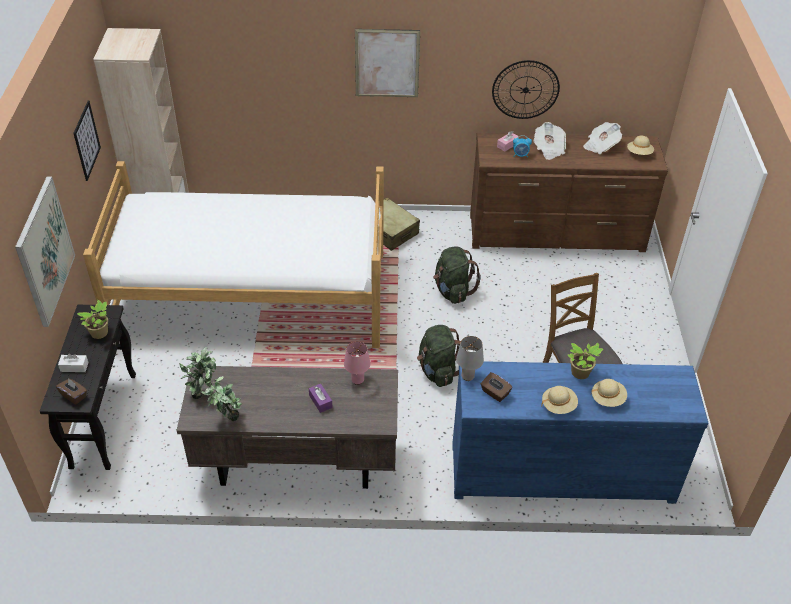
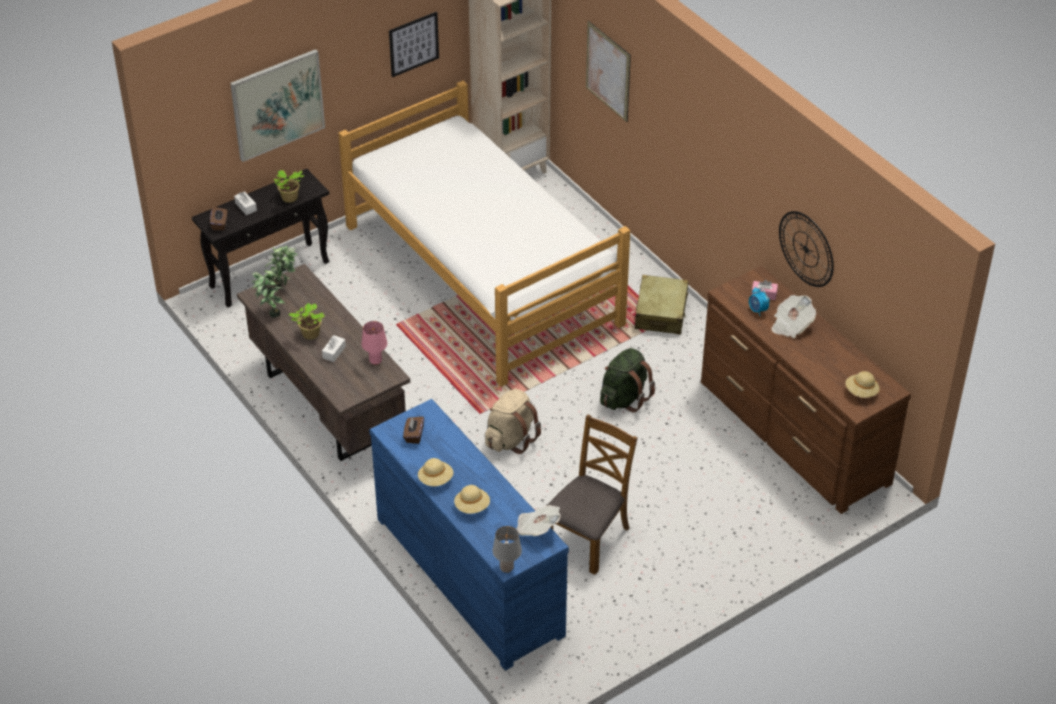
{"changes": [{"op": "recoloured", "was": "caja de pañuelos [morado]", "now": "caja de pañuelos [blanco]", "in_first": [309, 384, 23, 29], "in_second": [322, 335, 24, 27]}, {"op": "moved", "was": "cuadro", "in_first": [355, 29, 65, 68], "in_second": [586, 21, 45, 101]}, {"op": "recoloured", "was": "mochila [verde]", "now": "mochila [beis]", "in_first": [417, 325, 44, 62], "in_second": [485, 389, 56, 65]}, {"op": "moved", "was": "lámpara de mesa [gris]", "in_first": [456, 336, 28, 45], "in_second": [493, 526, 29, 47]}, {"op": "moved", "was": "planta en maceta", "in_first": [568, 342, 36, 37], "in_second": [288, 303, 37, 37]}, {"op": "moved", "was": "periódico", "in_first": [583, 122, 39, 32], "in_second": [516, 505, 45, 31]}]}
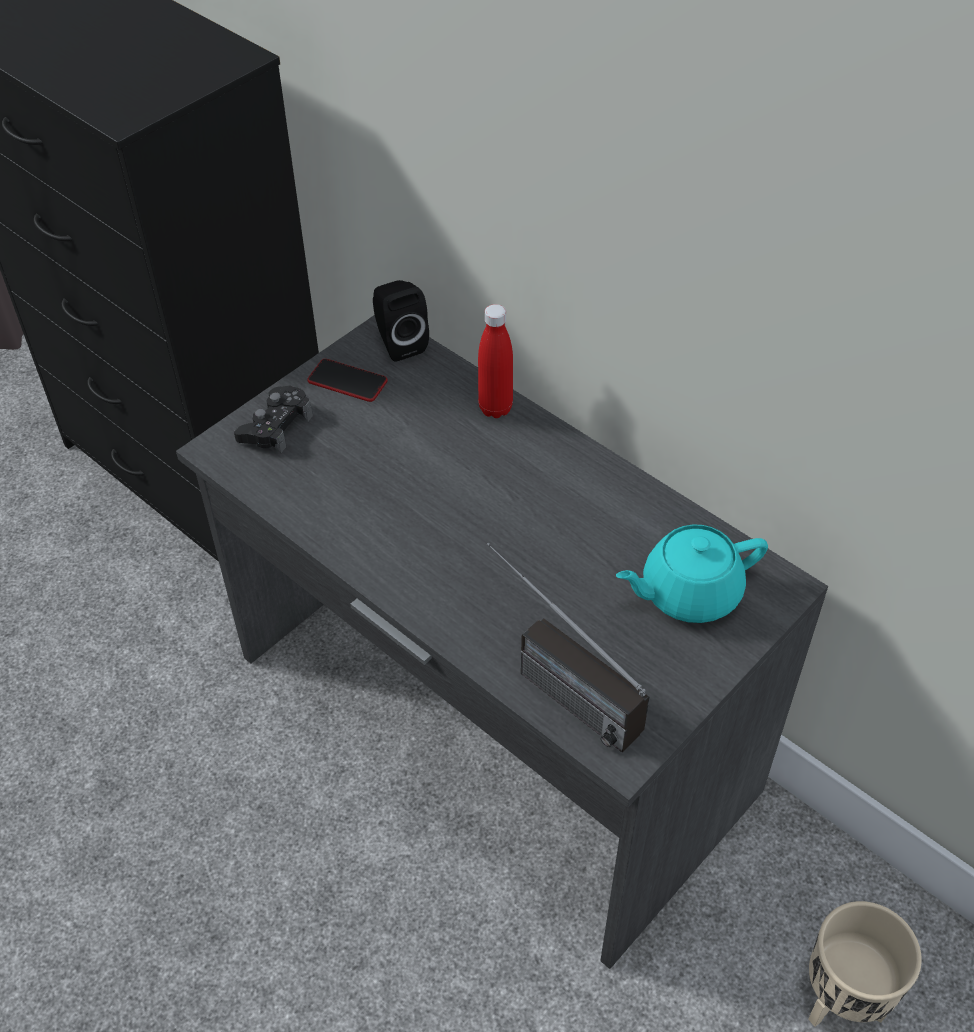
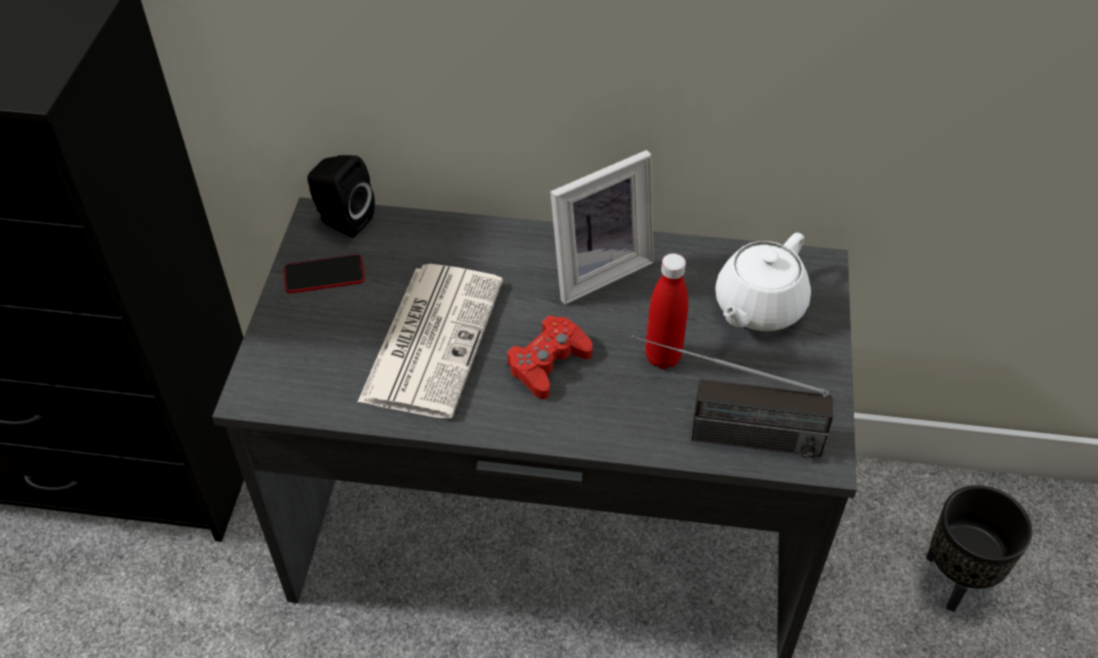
{"changes": [{"op": "removed", "was": "mando de consola [negro]", "in_first": [234, 386, 79, 67]}, {"op": "moved", "was": "botella [rojo]", "in_first": [478, 304, 35, 114], "in_second": [645, 253, 43, 116]}, {"op": "recoloured", "was": "tetera [turquesa]", "now": "tetera [blanco]", "in_first": [616, 524, 152, 99], "in_second": [715, 233, 96, 98]}, {"op": "recoloured", "was": "maceta [beis]", "now": "maceta [negro]", "in_first": [808, 901, 114, 126], "in_second": [926, 485, 106, 127]}, {"op": "added", "now": "periódico", "in_second": [358, 264, 145, 155]}, {"op": "added", "now": "mando de consola [rojo]", "in_second": [506, 315, 87, 84]}, {"op": "added", "now": "portarretratos", "in_second": [550, 150, 104, 154]}]}
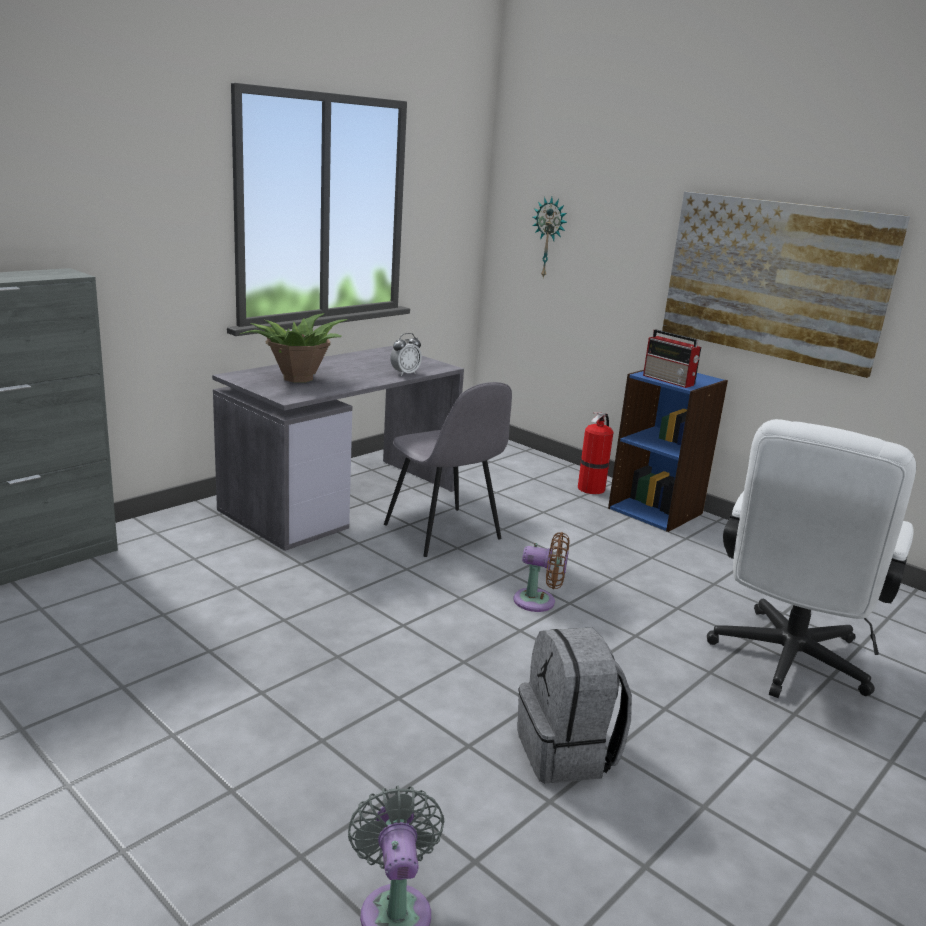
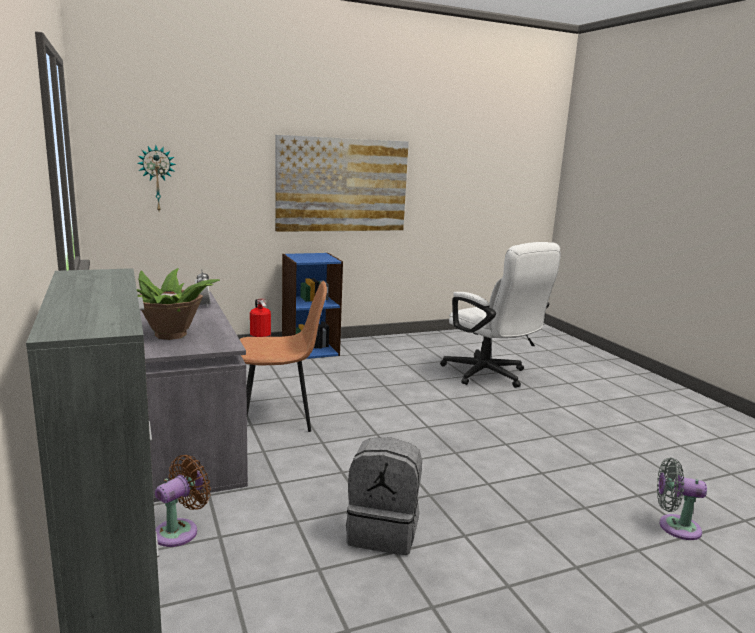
{"changes": [{"op": "recoloured", "was": "silla [gris]", "now": "silla [marrón]", "in_first": [384, 382, 128, 175], "in_second": [240, 281, 87, 151]}, {"op": "moved", "was": "ventilador [marrón]", "in_first": [513, 532, 56, 80], "in_second": [155, 455, 56, 92]}, {"op": "moved", "was": "mochila [gris]", "in_first": [517, 627, 115, 157], "in_second": [346, 438, 76, 117]}, {"op": "removed", "was": "radio", "in_first": [643, 329, 58, 59]}]}
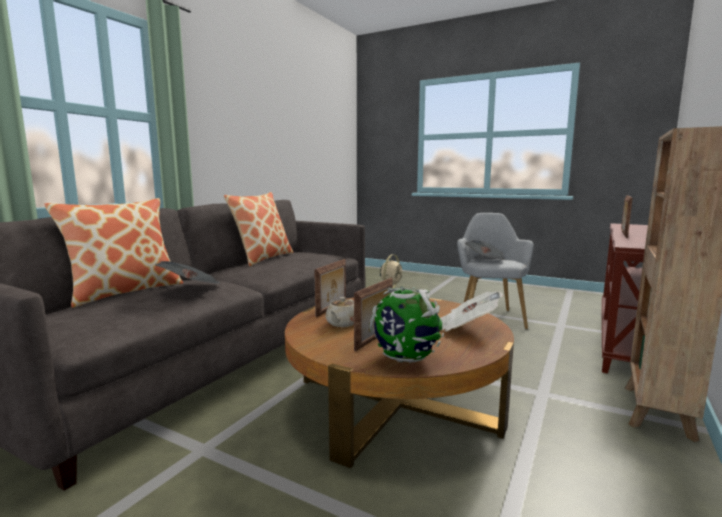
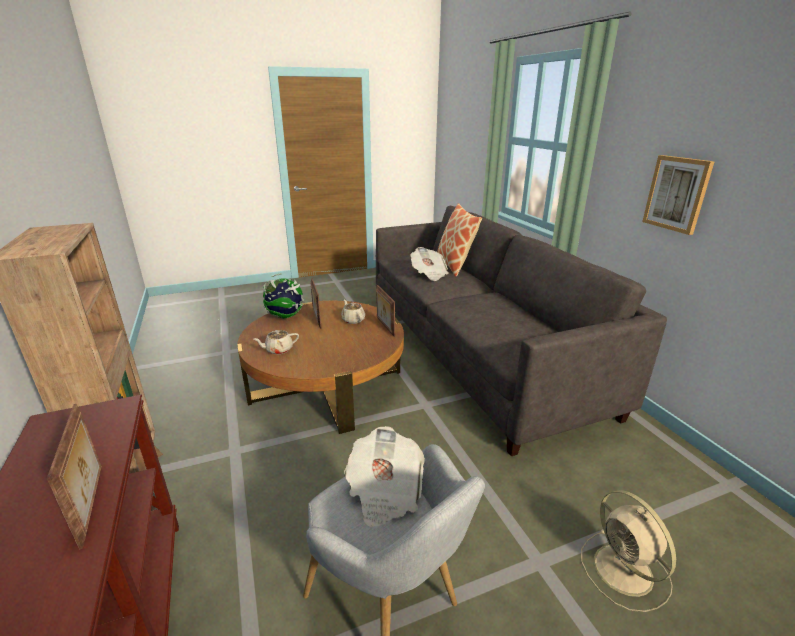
{"changes": [{"op": "removed", "was": "cojín", "in_first": [224, 192, 69, 74]}, {"op": "replaced", "was": "periódico", "now": "tetera [beis]", "in_first": [440, 291, 64, 41], "in_second": [253, 330, 46, 24]}, {"op": "added", "now": "cuadro", "in_second": [642, 155, 73, 80]}]}
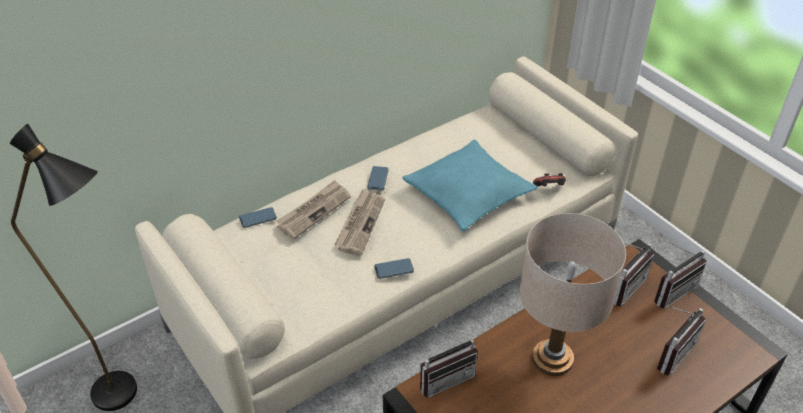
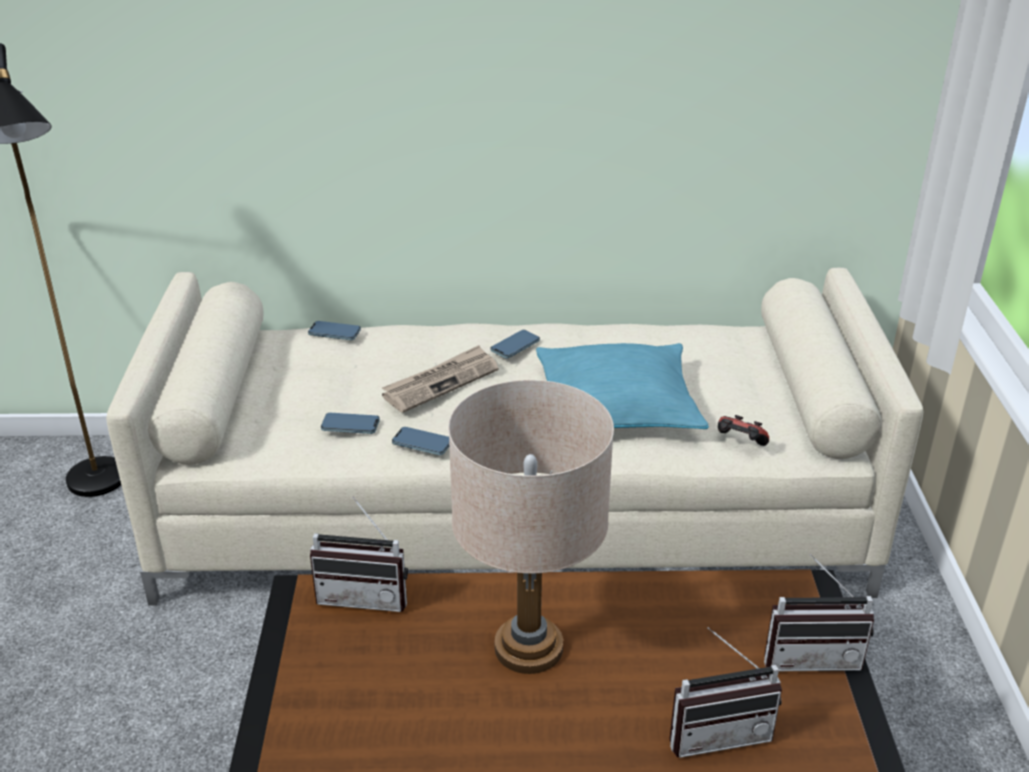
{"changes": [{"op": "removed", "was": "periódico", "in_first": [276, 180, 75, 59]}, {"op": "removed", "was": "radio", "in_first": [613, 243, 41, 64]}, {"op": "added", "now": "móvil", "in_second": [321, 413, 59, 21]}]}
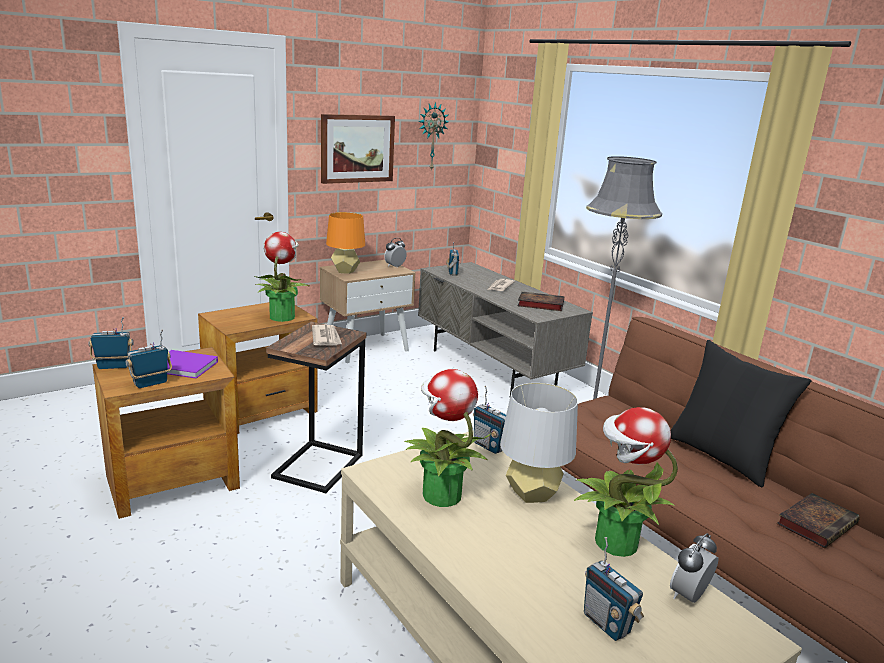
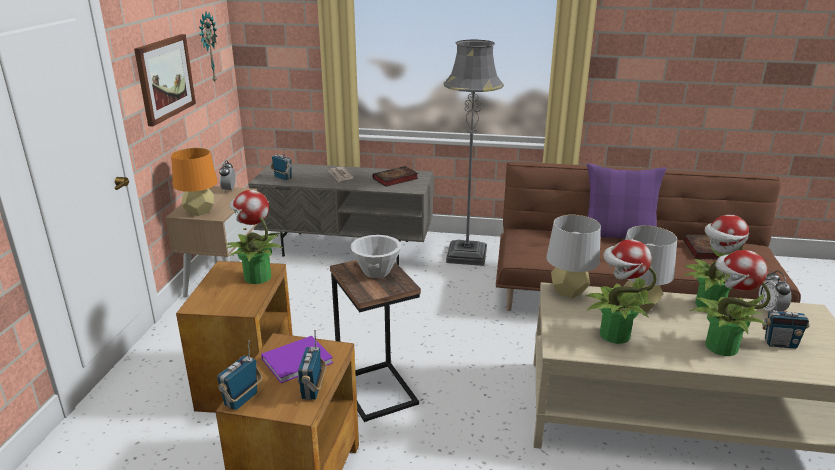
{"changes": [{"op": "replaced", "was": "periódico", "now": "cuenco [blanco]", "in_first": [312, 325, 30, 20], "in_second": [351, 235, 50, 43]}, {"op": "replaced", "was": "radio", "now": "lámpara de mesa [gris]", "in_first": [473, 386, 33, 68], "in_second": [546, 215, 55, 83]}, {"op": "recoloured", "was": "cojín [negro]", "now": "cojín [morado]", "in_first": [670, 340, 141, 147], "in_second": [587, 163, 79, 76]}, {"op": "added", "now": "planta en maceta", "in_second": [690, 250, 81, 106]}]}
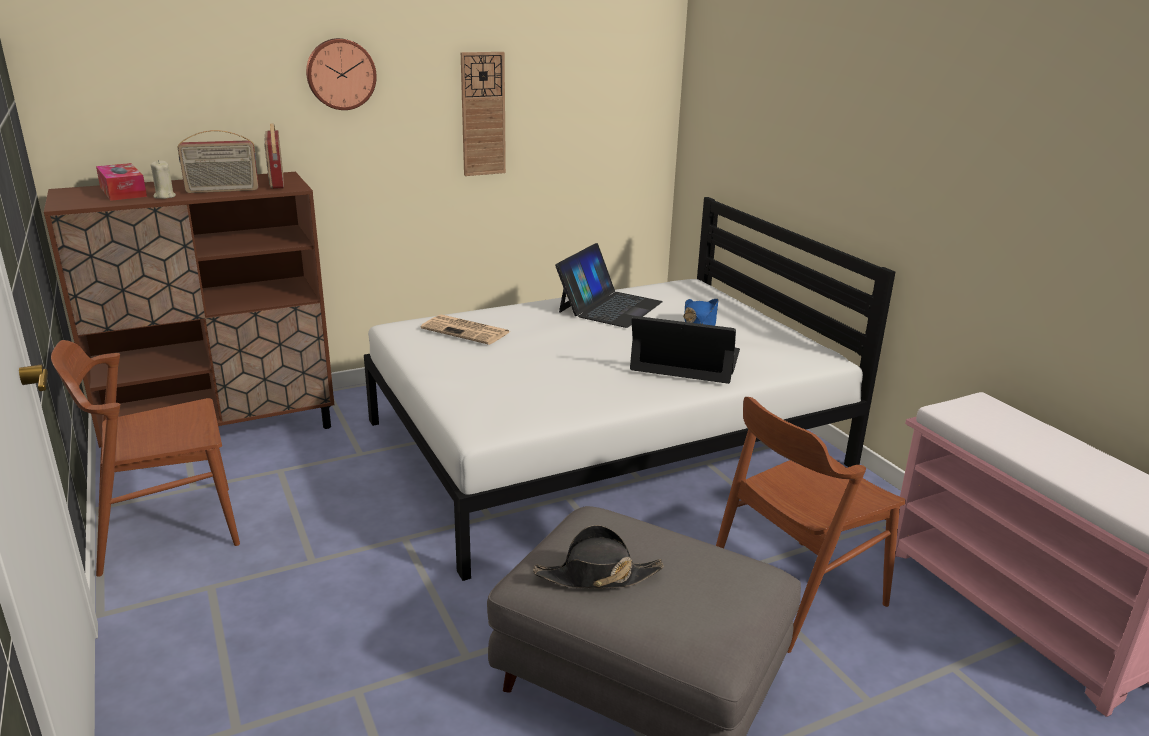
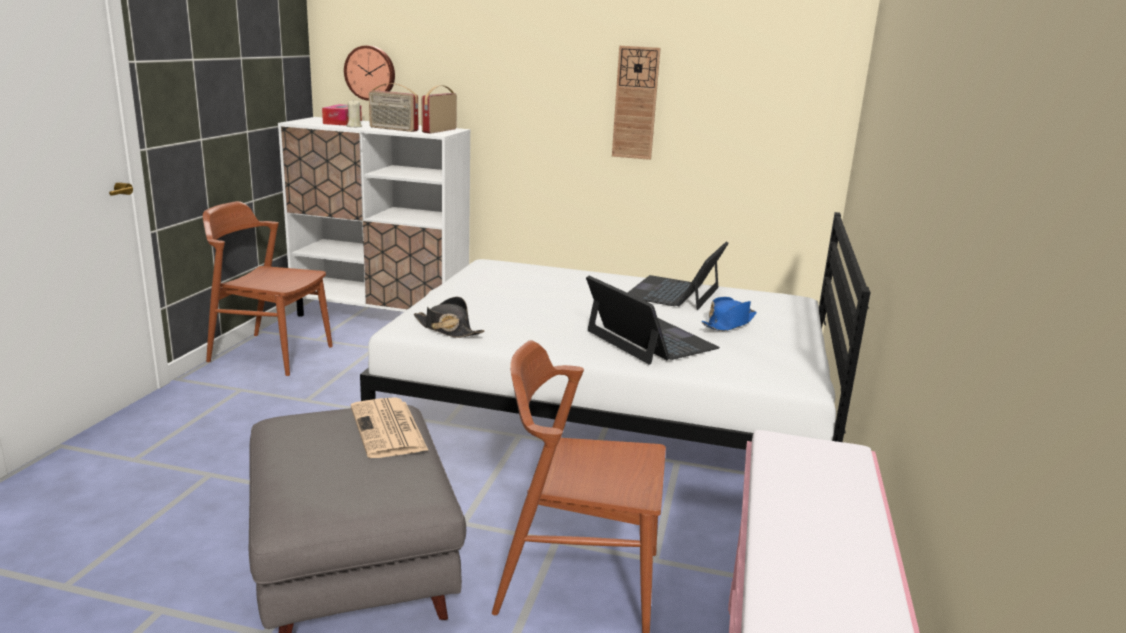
{"changes": [{"op": "recoloured", "was": "armario [marrón]", "now": "armario [blanco]", "in_first": [44, 172, 290, 276], "in_second": [278, 117, 192, 200]}, {"op": "moved", "was": "reloj de pared", "in_first": [306, 38, 71, 72], "in_second": [344, 46, 51, 55]}, {"op": "moved", "was": "periódico", "in_first": [421, 314, 88, 31], "in_second": [351, 397, 78, 61]}, {"op": "moved", "was": "sombrero [negro]", "in_first": [533, 525, 131, 63], "in_second": [414, 297, 70, 41]}, {"op": "turned", "was": "portátil", "in_first": [555, 243, 108, 85], "in_second": [627, 241, 102, 69], "clockwise": 135}]}
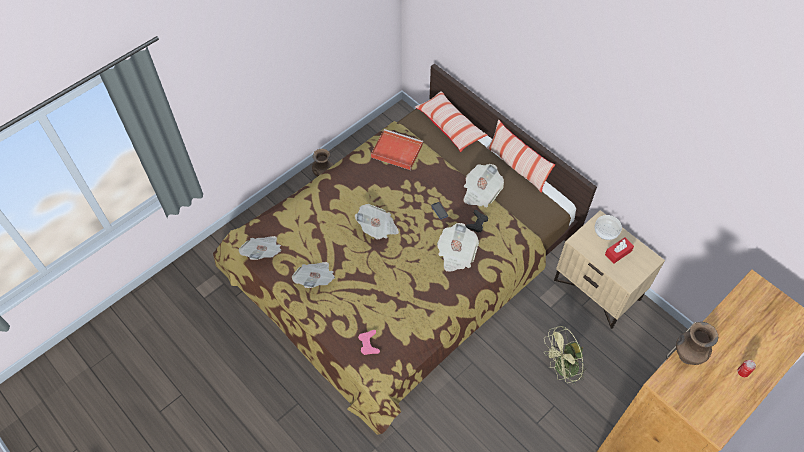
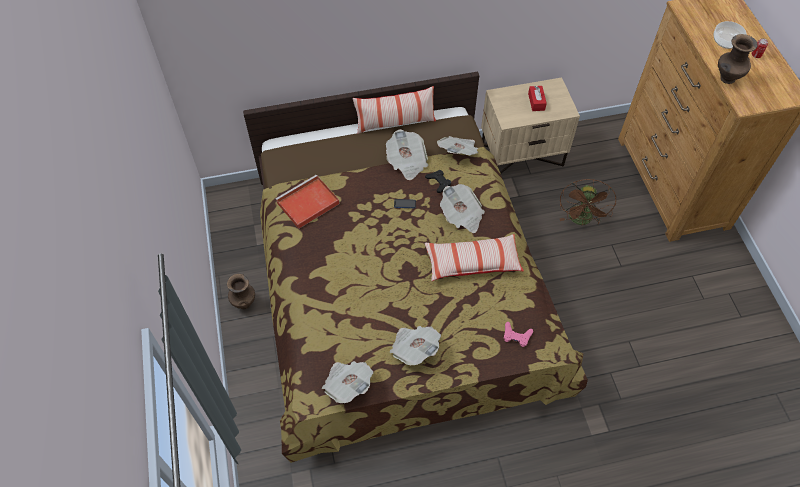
{"changes": [{"op": "moved", "was": "periódico", "in_first": [355, 204, 44, 36], "in_second": [437, 136, 42, 19]}, {"op": "moved", "was": "cojín", "in_first": [415, 91, 72, 61], "in_second": [425, 234, 99, 47]}, {"op": "recoloured", "was": "ventilador [verde]", "now": "ventilador [marrón]", "in_first": [544, 326, 44, 59], "in_second": [560, 179, 56, 46]}, {"op": "moved", "was": "cuenco", "in_first": [595, 215, 27, 25], "in_second": [713, 21, 34, 28]}]}
